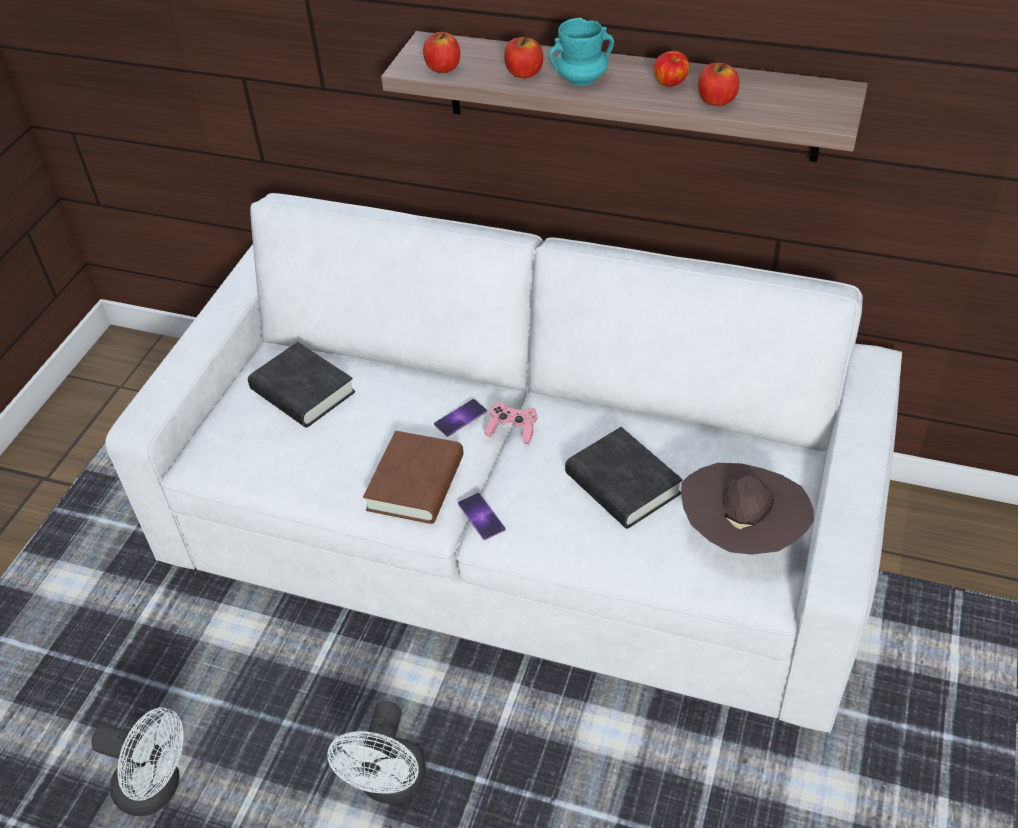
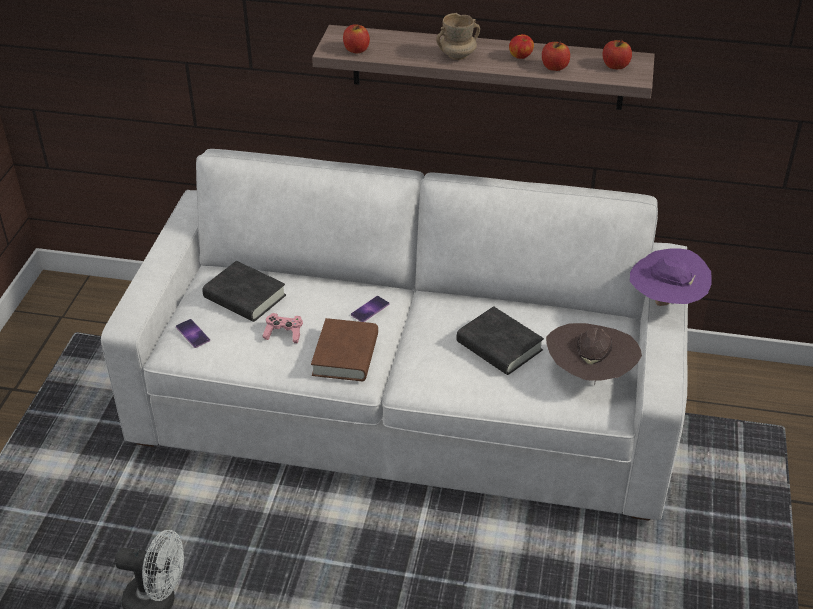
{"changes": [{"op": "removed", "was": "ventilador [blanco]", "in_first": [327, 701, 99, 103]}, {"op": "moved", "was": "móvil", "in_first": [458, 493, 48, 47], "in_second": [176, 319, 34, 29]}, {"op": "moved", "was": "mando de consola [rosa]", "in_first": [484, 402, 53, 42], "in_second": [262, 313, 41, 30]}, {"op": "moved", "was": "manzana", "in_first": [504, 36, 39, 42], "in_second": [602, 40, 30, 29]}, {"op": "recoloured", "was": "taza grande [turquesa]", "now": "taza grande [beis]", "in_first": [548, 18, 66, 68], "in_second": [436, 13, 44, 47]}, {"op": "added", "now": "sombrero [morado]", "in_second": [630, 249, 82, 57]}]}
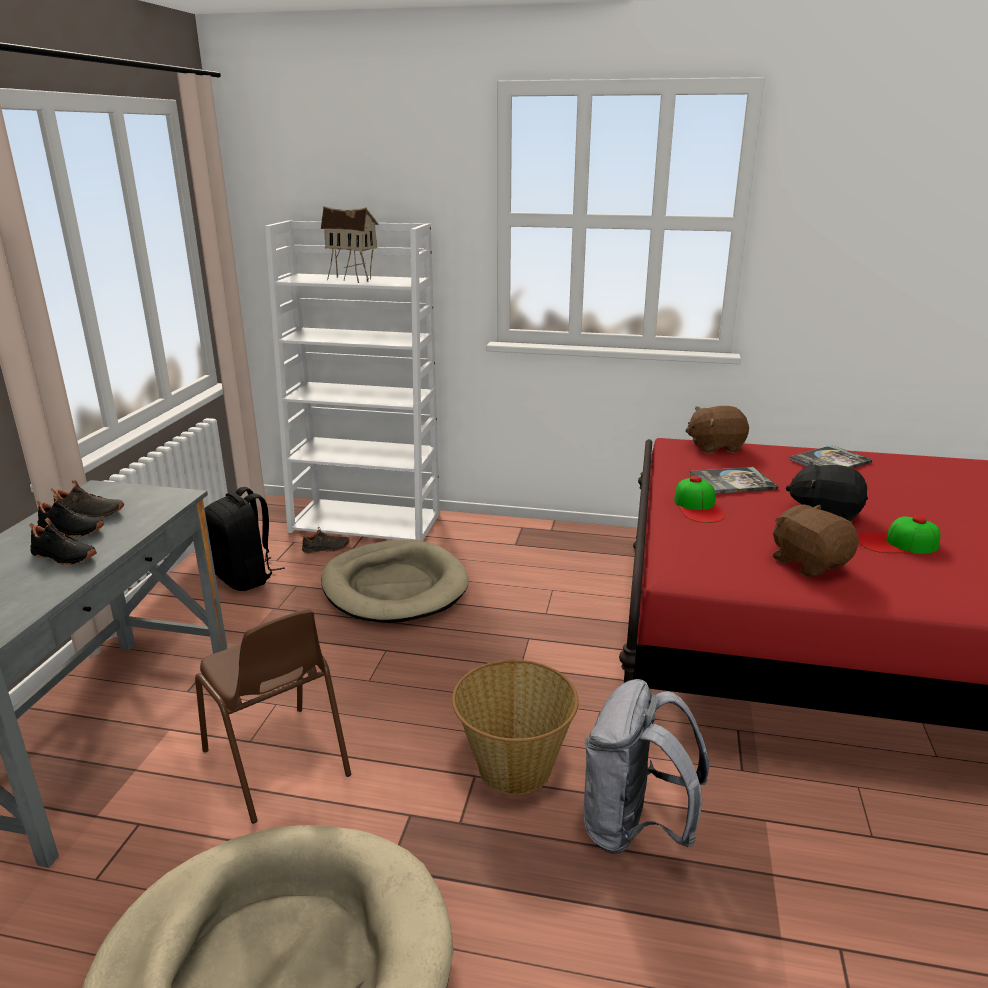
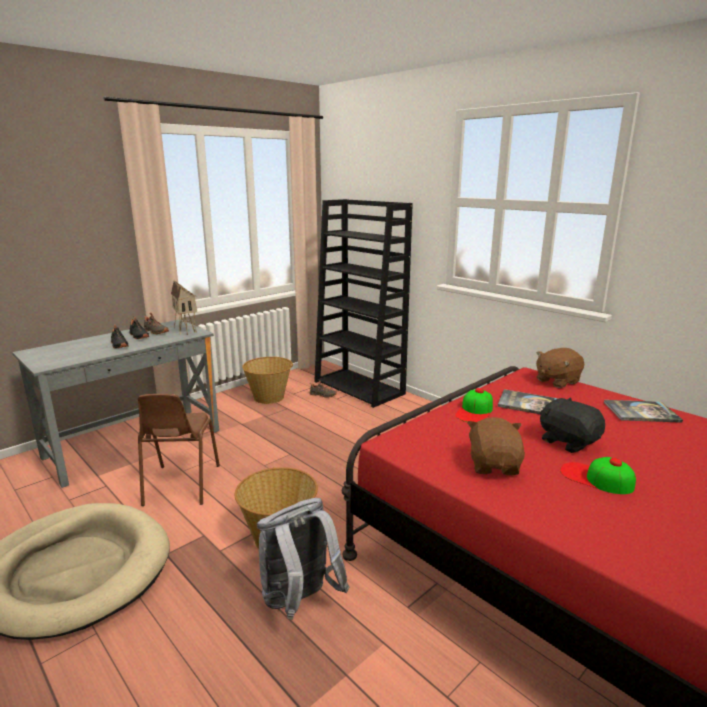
{"changes": [{"op": "replaced", "was": "mochila [negro]", "now": "cesta", "in_first": [204, 487, 81, 104], "in_second": [242, 357, 51, 47]}, {"op": "recoloured", "was": "estantería [blanco]", "now": "estantería [negro]", "in_first": [265, 220, 175, 321], "in_second": [314, 199, 99, 209]}, {"op": "moved", "was": "casita", "in_first": [321, 206, 58, 77], "in_second": [171, 280, 26, 55]}, {"op": "removed", "was": "cama para perro [beis]", "in_first": [321, 539, 148, 84]}, {"op": "turned", "was": "peluche [marrón]", "in_first": [685, 406, 64, 47], "in_second": [536, 348, 48, 40], "clockwise": -60}]}
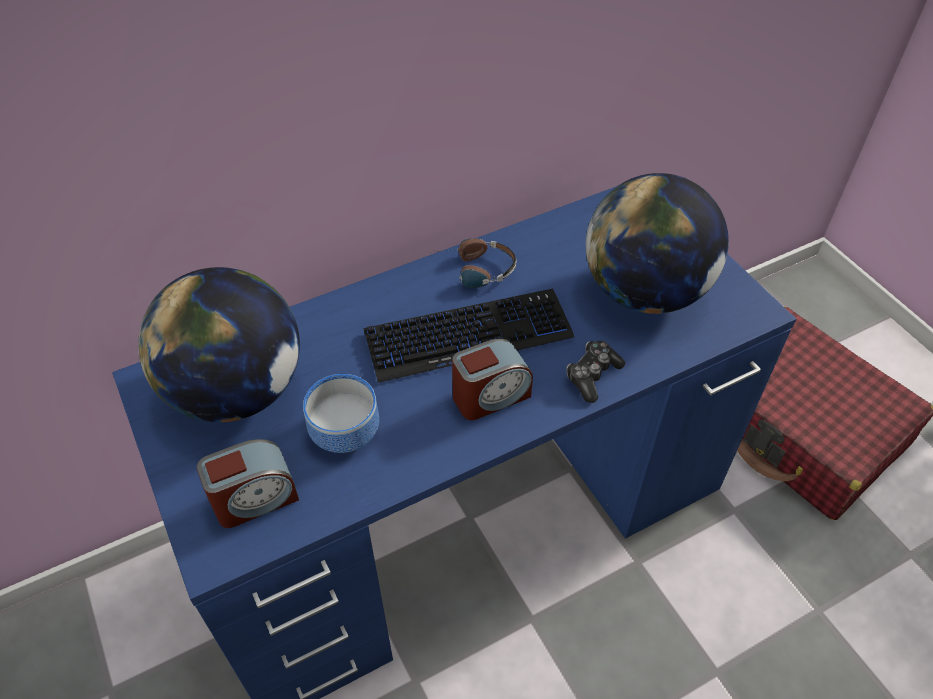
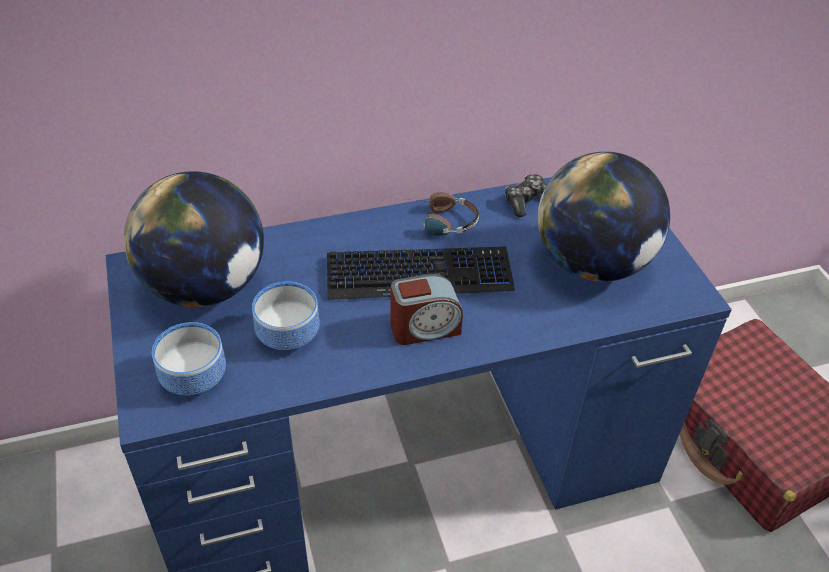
{"changes": [{"op": "replaced", "was": "despertador", "now": "cuenco", "in_first": [197, 439, 102, 89], "in_second": [152, 322, 74, 73]}, {"op": "moved", "was": "mando de consola", "in_first": [566, 341, 59, 62], "in_second": [505, 174, 42, 43]}]}
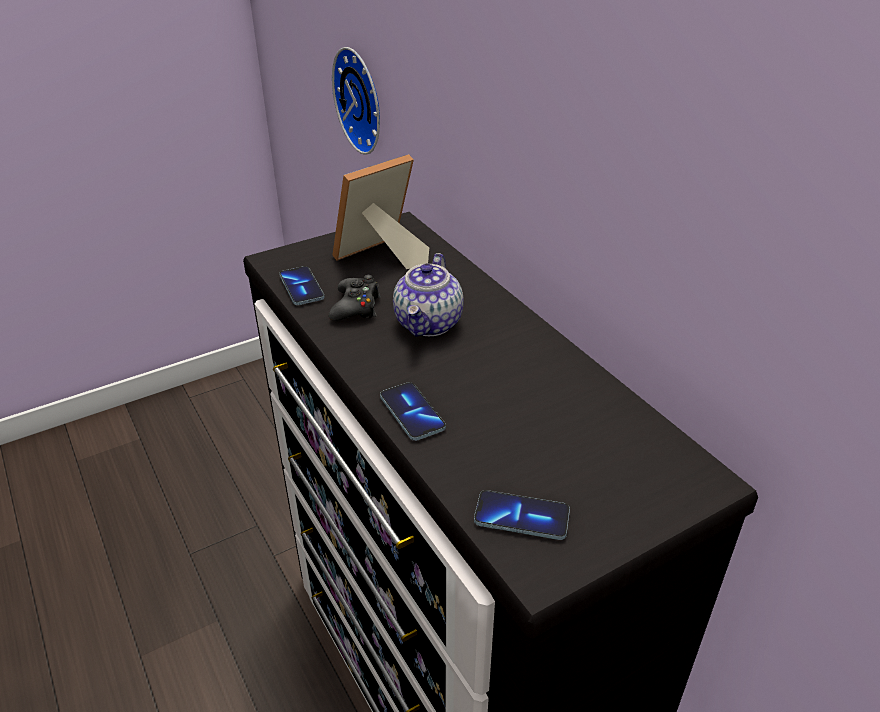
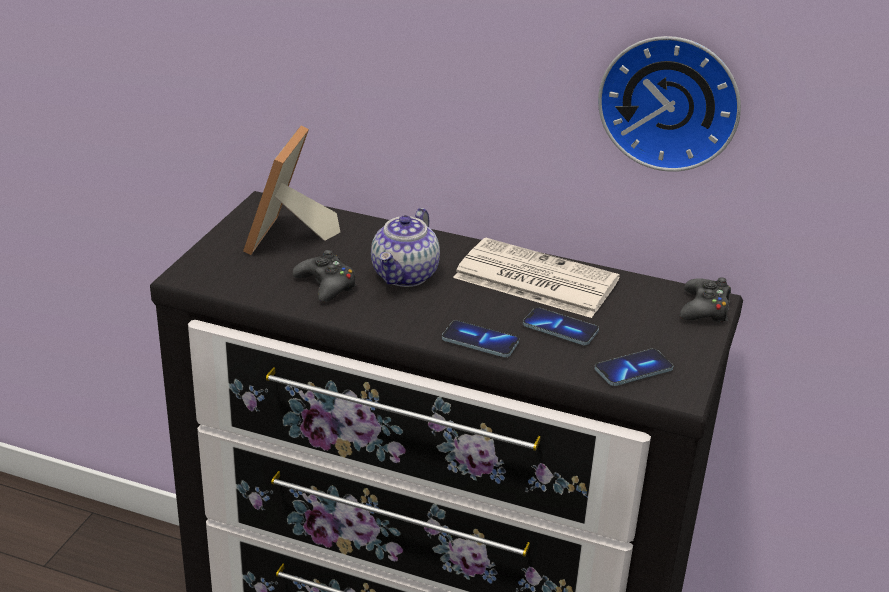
{"changes": [{"op": "moved", "was": "móvil", "in_first": [279, 266, 46, 39], "in_second": [523, 307, 76, 38]}, {"op": "moved", "was": "reloj de pared", "in_first": [332, 47, 48, 108], "in_second": [598, 36, 143, 136]}, {"op": "turned", "was": "tetera", "in_first": [393, 253, 71, 84], "in_second": [371, 208, 69, 79], "clockwise": 45}, {"op": "added", "now": "periódico", "in_second": [453, 238, 167, 80]}, {"op": "added", "now": "mando de consola [negro]", "in_second": [680, 277, 51, 46]}]}
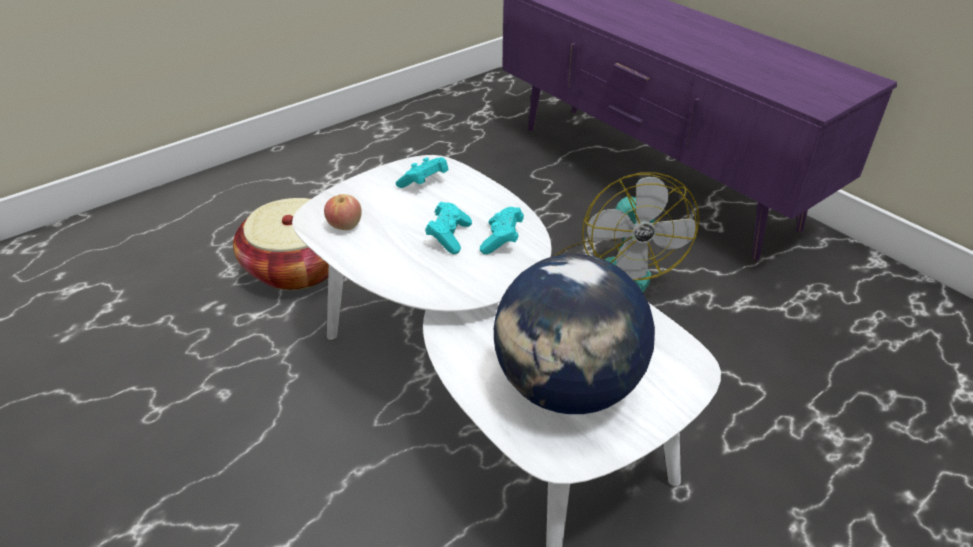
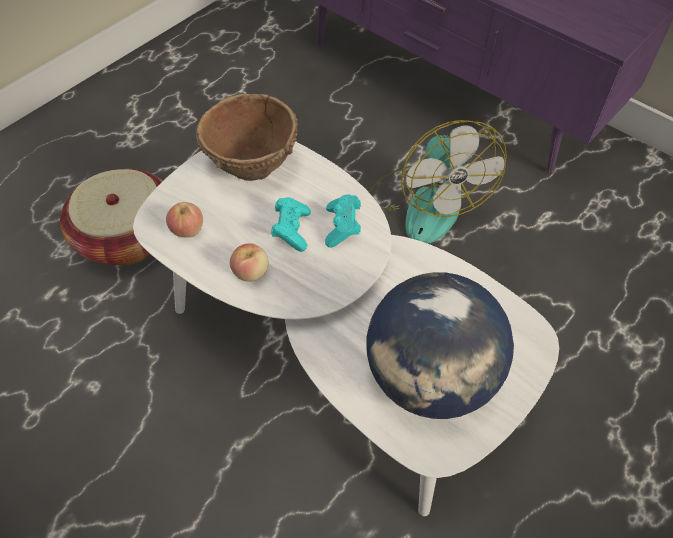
{"changes": [{"op": "replaced", "was": "mando de consola [turquesa]", "now": "cuenco [marrón]", "in_first": [396, 157, 52, 31], "in_second": [195, 94, 103, 87]}, {"op": "added", "now": "manzana", "in_second": [230, 243, 39, 39]}]}
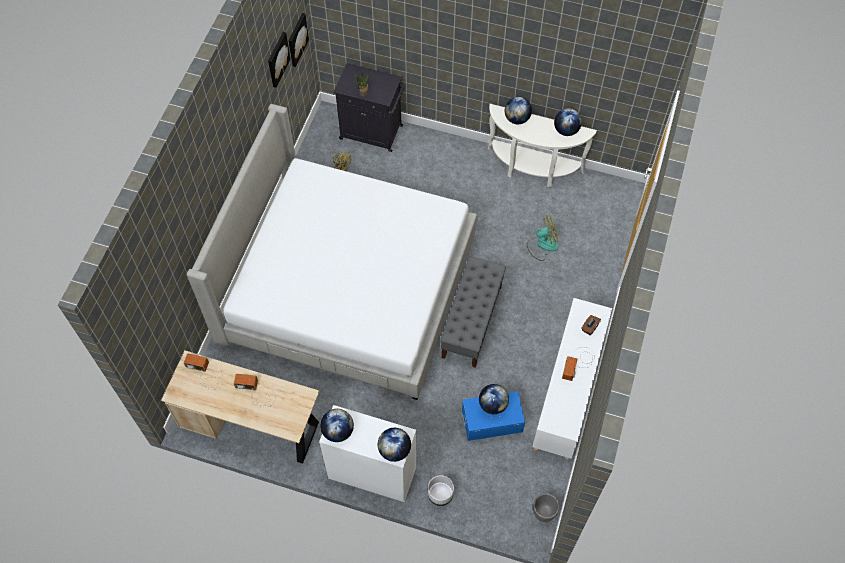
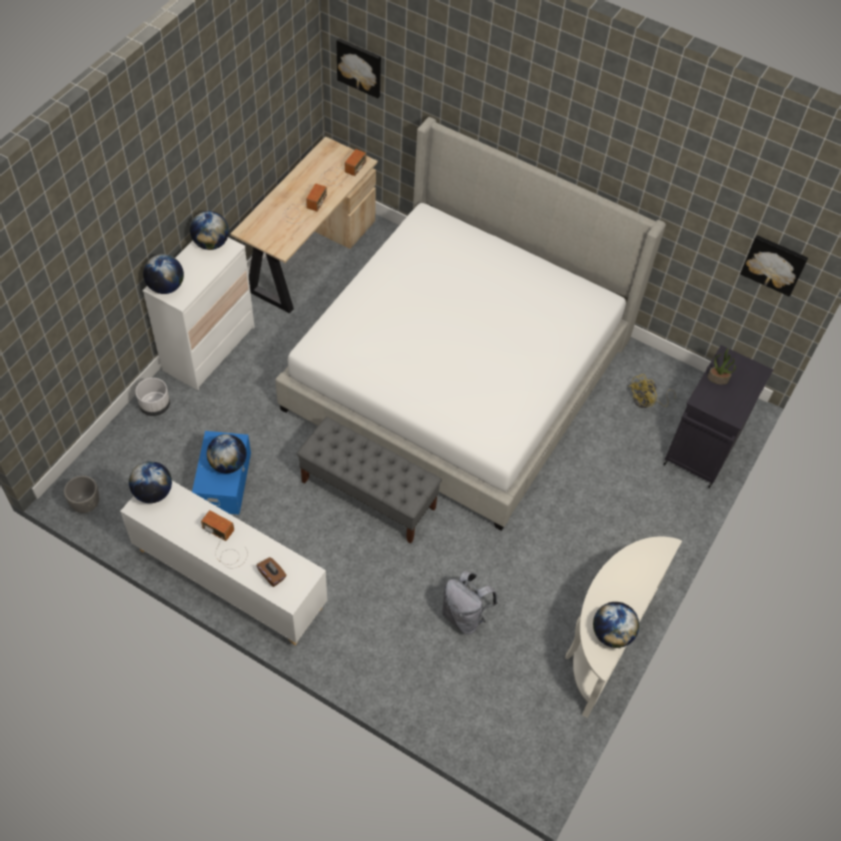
{"changes": [{"op": "moved", "was": "cuadro", "in_first": [268, 32, 22, 56], "in_second": [336, 38, 45, 60]}, {"op": "moved", "was": "globo terráqueo", "in_first": [505, 97, 27, 27], "in_second": [129, 461, 43, 42]}, {"op": "replaced", "was": "ventilador", "now": "mochila [gris]", "in_first": [527, 215, 32, 46], "in_second": [442, 570, 56, 65]}]}
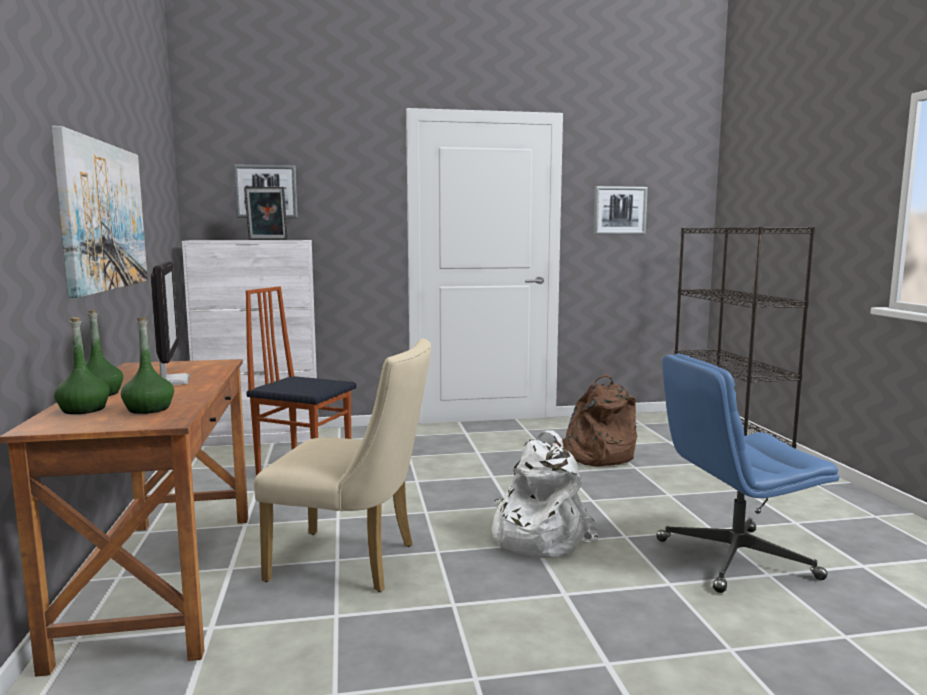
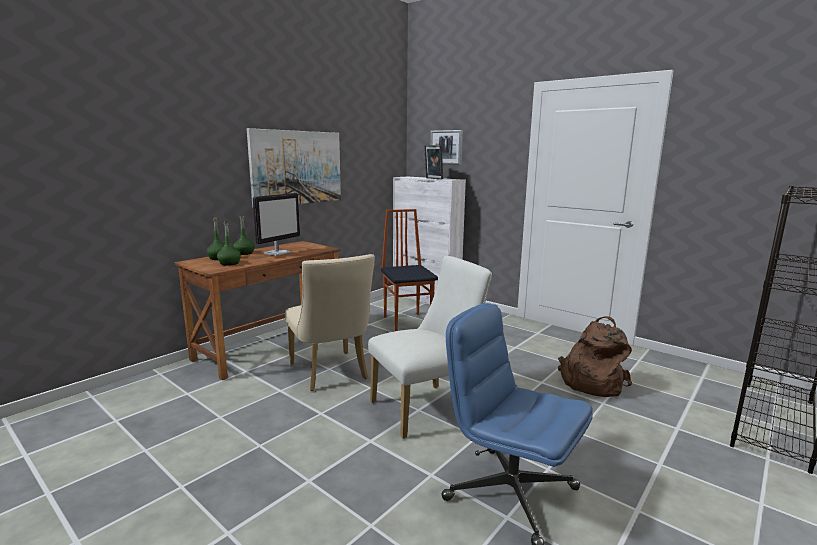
{"changes": [{"op": "replaced", "was": "mochila [blanco]", "now": "silla [blanco]", "in_first": [492, 430, 106, 128], "in_second": [368, 256, 124, 183]}, {"op": "removed", "was": "cuadro", "in_first": [593, 186, 55, 49]}]}
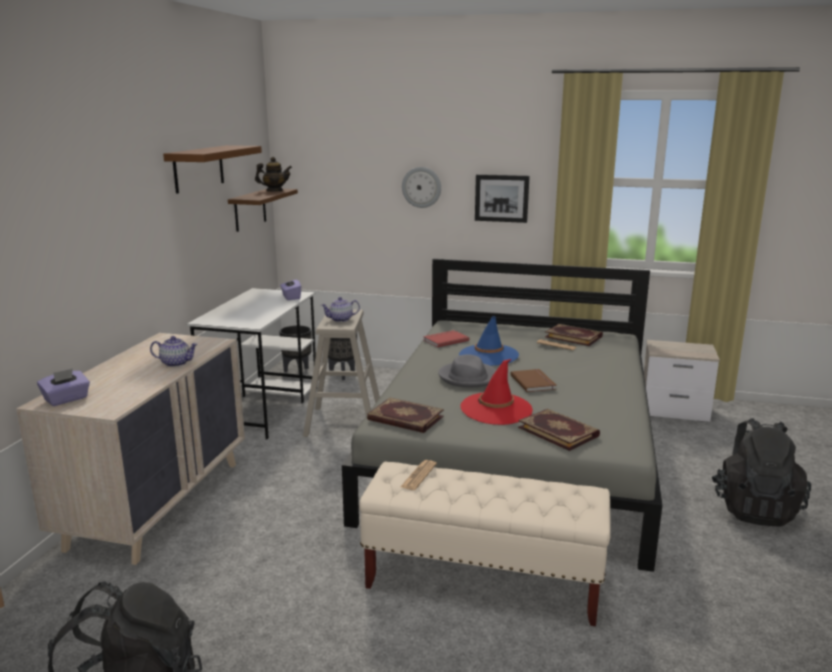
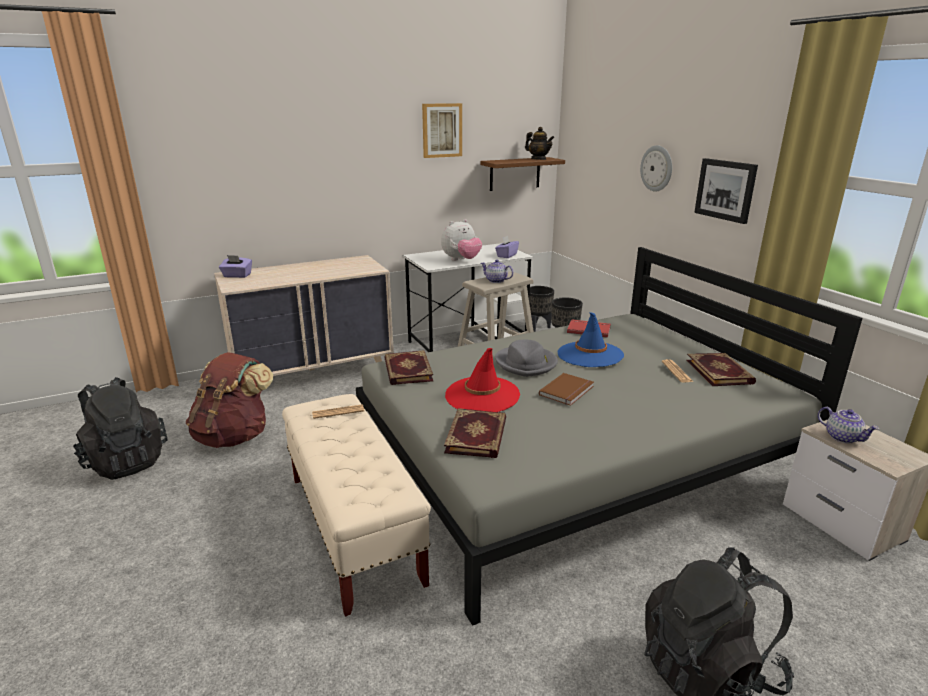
{"changes": [{"op": "moved", "was": "tetera", "in_first": [150, 336, 48, 31], "in_second": [818, 407, 61, 37]}, {"op": "replaced", "was": "estante [marrón]", "now": "cuadro", "in_first": [163, 145, 99, 49], "in_second": [422, 103, 40, 55]}, {"op": "added", "now": "mochila [marrón]", "in_second": [186, 352, 87, 96]}, {"op": "added", "now": "peluche", "in_second": [441, 219, 41, 42]}]}
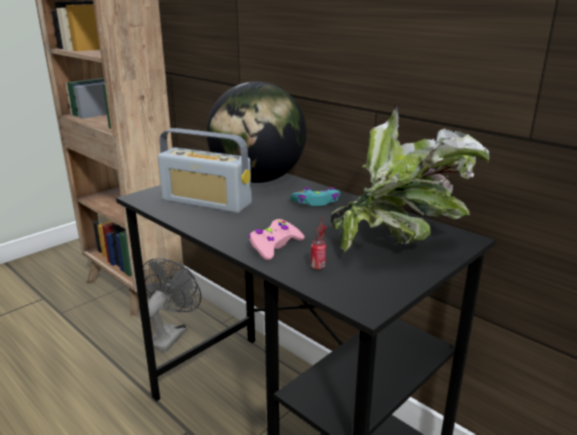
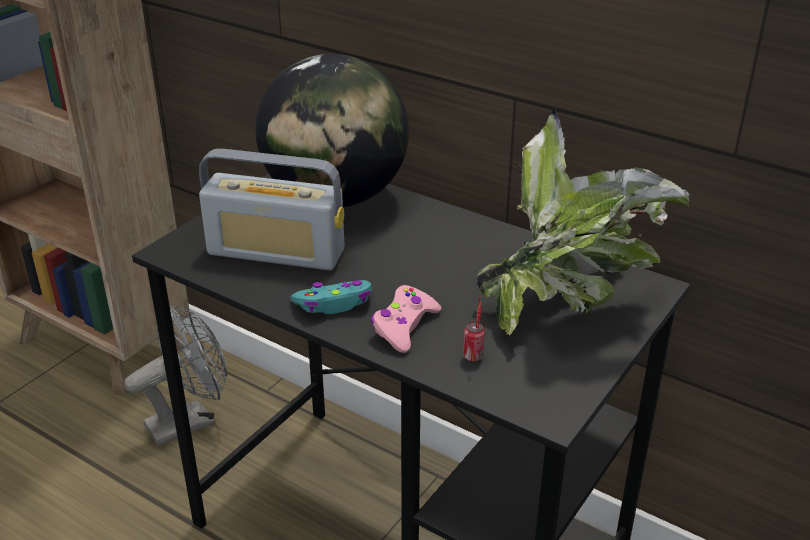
{"changes": [{"op": "turned", "was": "ventilador [gris]", "in_first": [143, 258, 58, 94], "in_second": [124, 305, 103, 141], "clockwise": 45}, {"op": "moved", "was": "mando de consola [turquesa]", "in_first": [290, 187, 50, 19], "in_second": [290, 280, 82, 34]}]}
